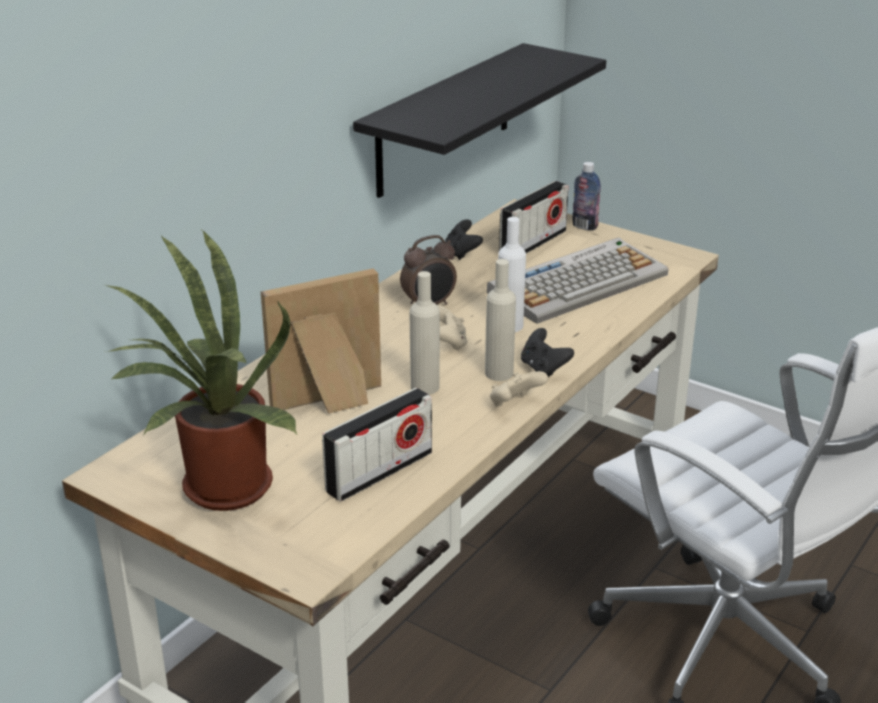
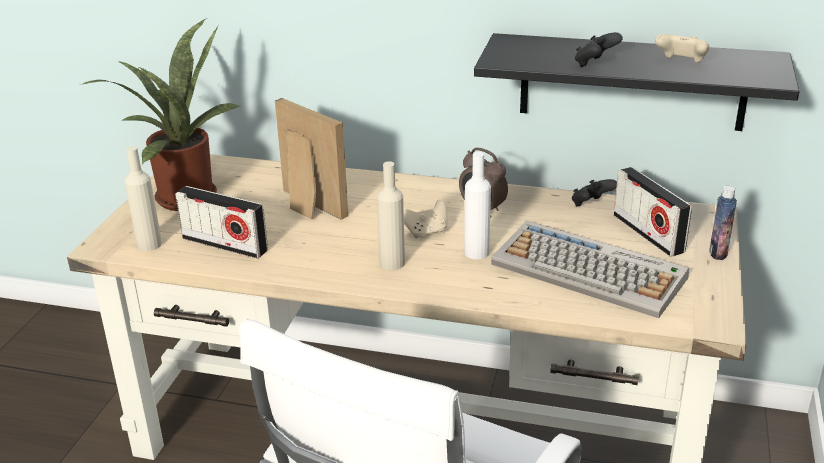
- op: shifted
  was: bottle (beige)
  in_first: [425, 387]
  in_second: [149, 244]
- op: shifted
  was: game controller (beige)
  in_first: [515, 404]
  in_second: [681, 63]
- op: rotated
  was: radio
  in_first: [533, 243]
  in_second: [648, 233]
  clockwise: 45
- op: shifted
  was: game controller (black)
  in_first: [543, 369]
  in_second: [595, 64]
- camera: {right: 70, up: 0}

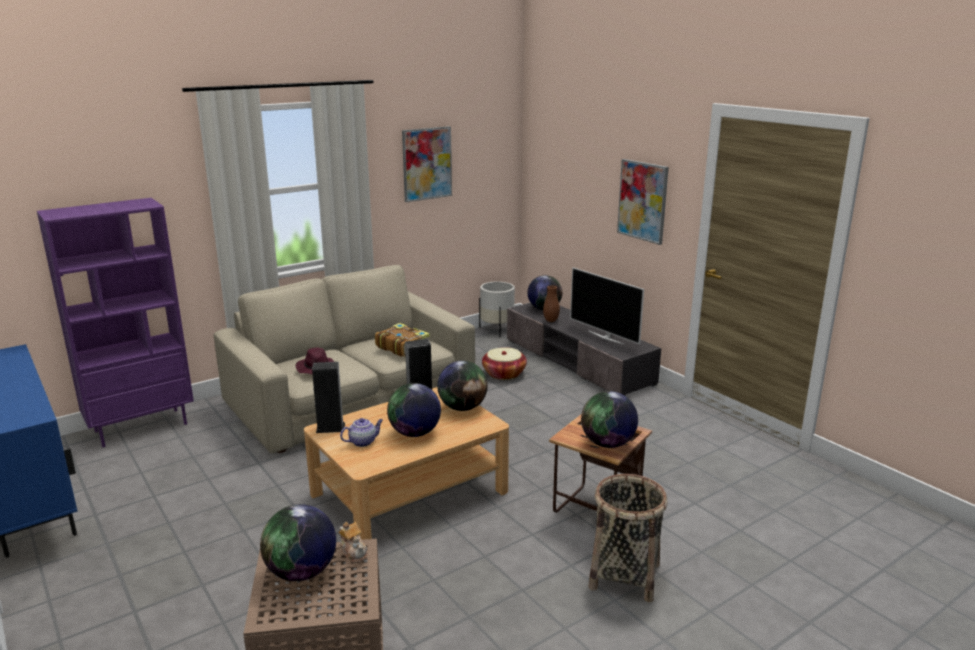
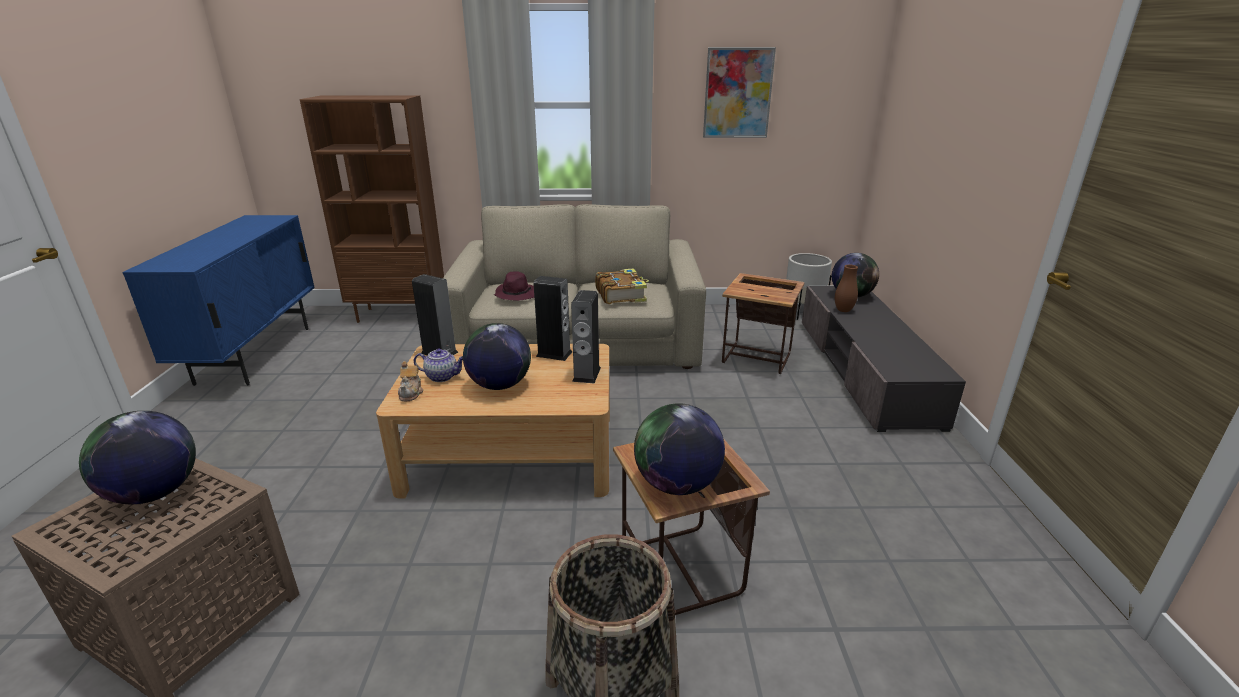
- op: repainted
  was: bookcase (purple)
  now: bookcase (brown)
  in_first: [142, 427]
  in_second: [400, 315]
- op: shifted
  was: teapot
  in_first: [354, 552]
  in_second: [411, 393]
- op: swapped
  was: globe
  now: speaker
  in_first: [462, 408]
  in_second: [586, 374]
- op: swapped
  was: basket
  now: side table
  in_first: [504, 374]
  in_second: [758, 359]
- op: gone
  was: television
  in_first: [605, 337]
- op: gone
  was: picture
  in_first: [642, 201]
- camera: {right: 35, up: 5}

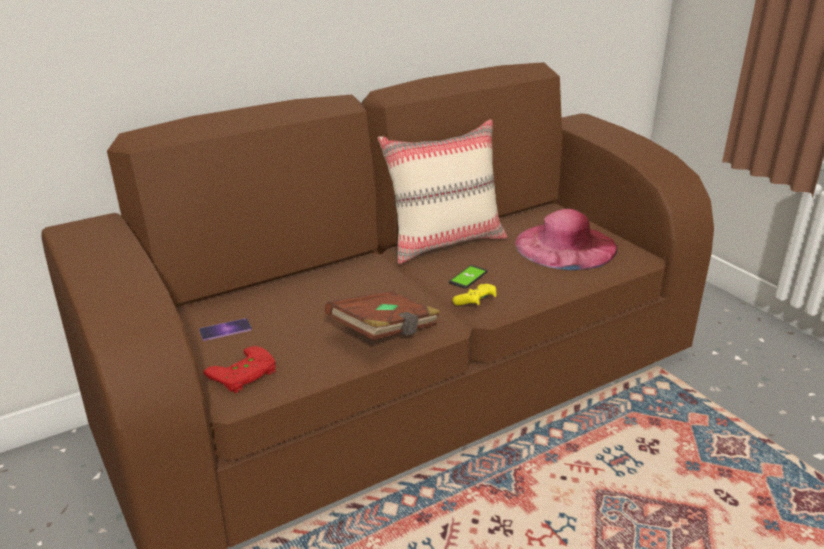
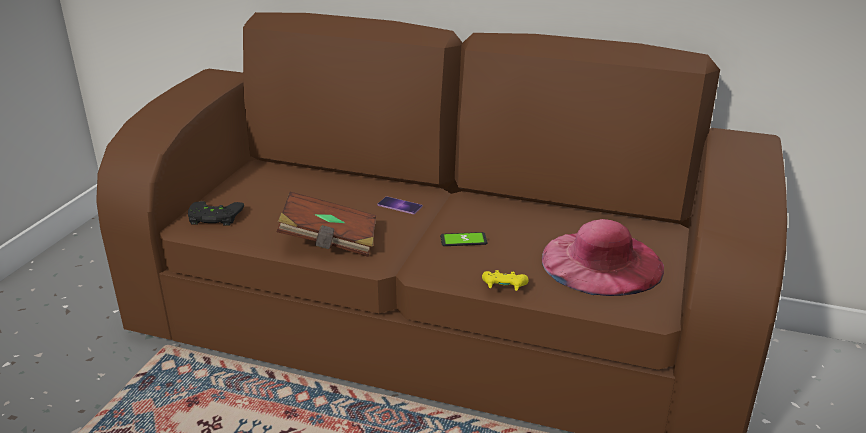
- op: shifted
  was: phone
  in_first: [225, 330]
  in_second: [400, 205]
- op: repainted
  was: game controller (red)
  now: game controller (black)
  in_first: [244, 375]
  in_second: [214, 218]
- op: gone
  was: pillow (beige)
  in_first: [445, 242]
- op: shifted
  was: game controller (yellow)
  in_first: [476, 302]
  in_second: [504, 288]
- camera: {right: 50, up: 0}

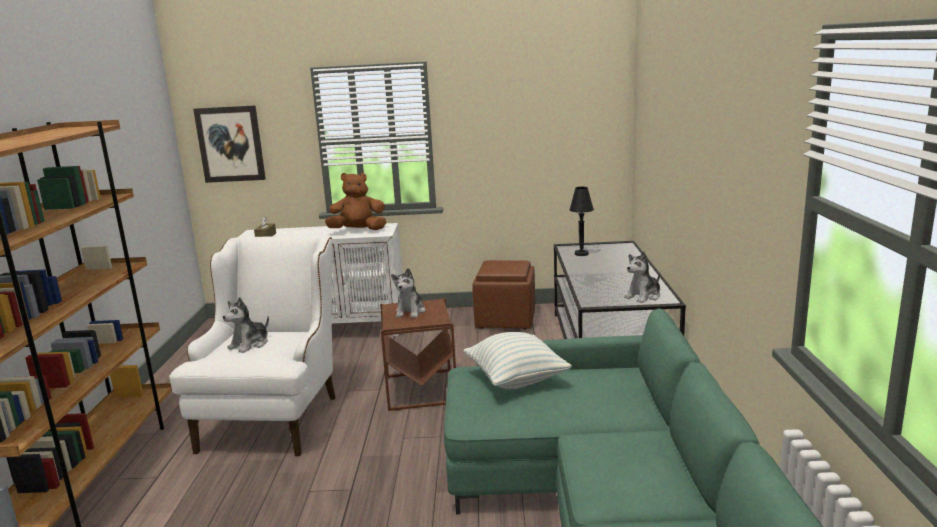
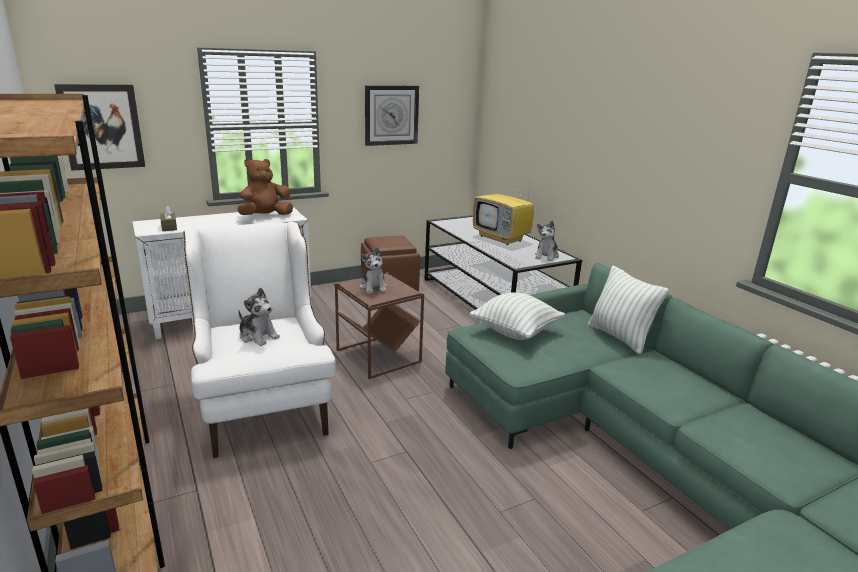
- op: rotated
  was: plush toy
  in_first: [250, 344]
  in_second: [258, 336]
  clockwise: -60
- op: gone
  was: table lamp (black)
  in_first: [581, 254]
- op: new
  now: wall clock
  in_second: [391, 115]
- op: new
  now: television
  in_second: [502, 239]
- op: new
  now: pillow
  in_second: [619, 337]
- camera: {right: -30, up: 5}

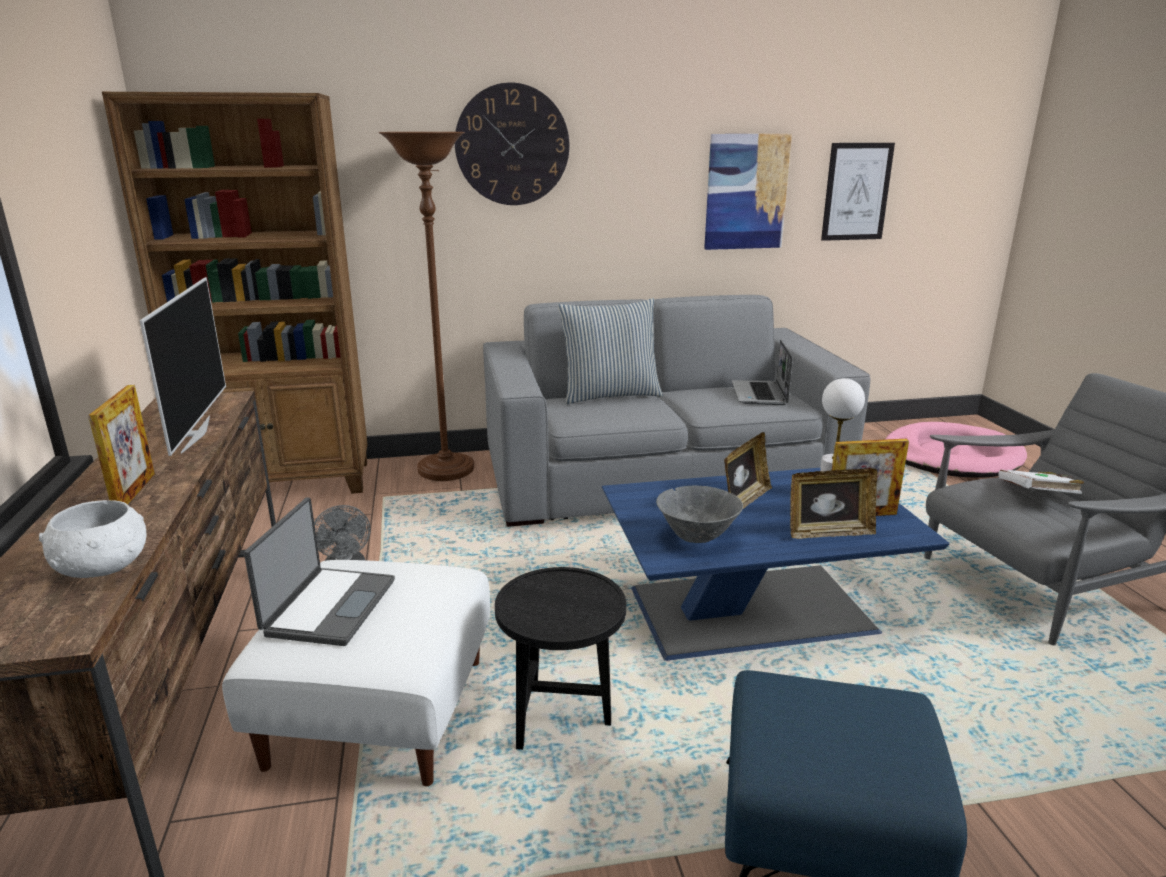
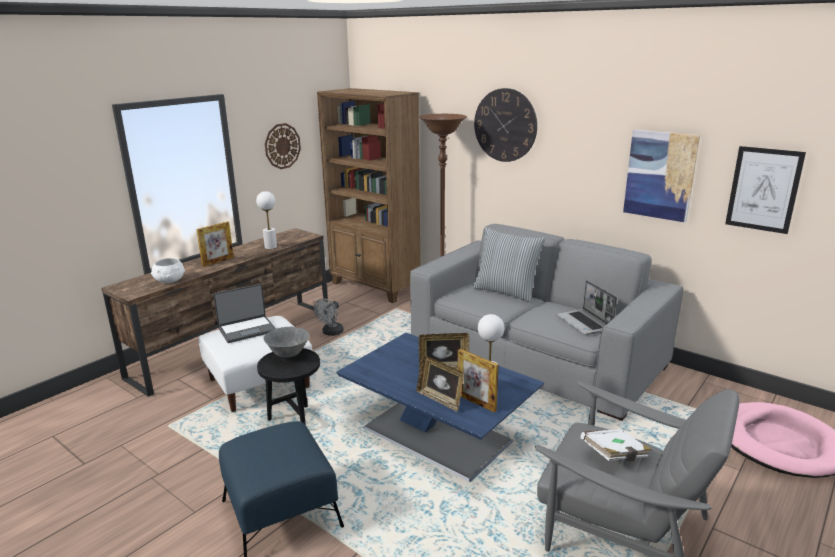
- op: swapped
  was: television
  now: table lamp (white)
  in_first: [194, 434]
  in_second: [270, 247]
- op: shifted
  was: bowl (grey)
  in_first: [696, 538]
  in_second: [288, 355]
- op: rotated
  was: laptop
  in_first: [760, 394]
  in_second: [585, 323]
  clockwise: -75
- op: new
  now: wall clock
  in_second: [282, 146]
- camera: {right: 50, up: 0}

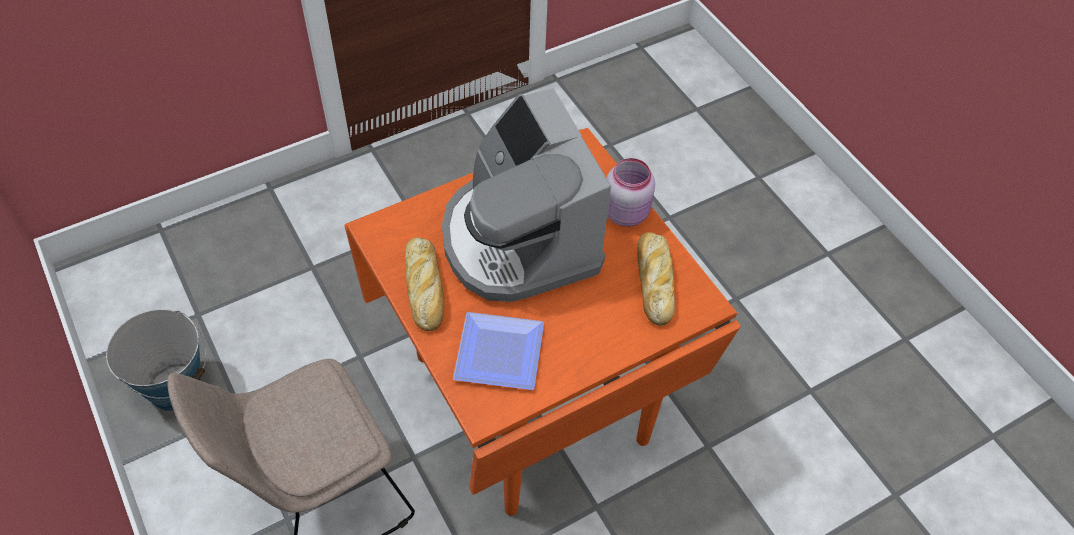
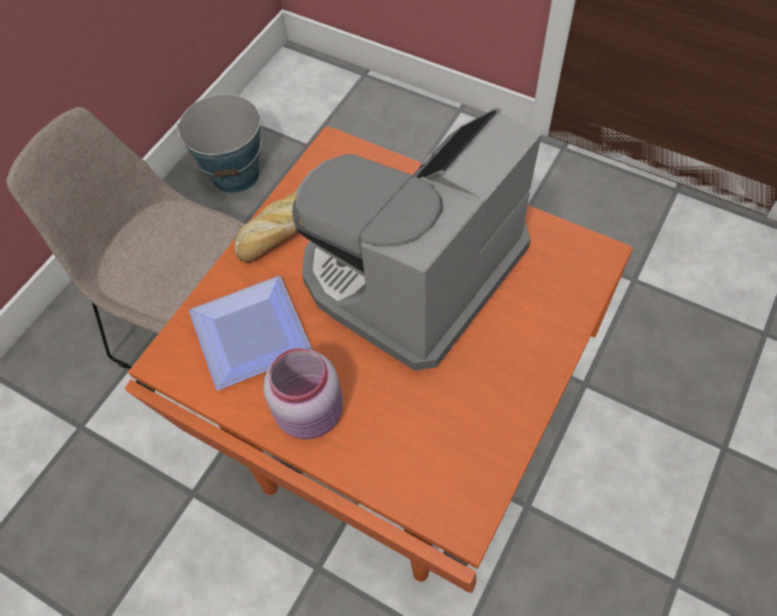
- op: shifted
  was: jar (pink)
  in_first: [626, 212]
  in_second: [312, 413]
- op: gone
  was: bread
  in_first: [654, 280]
- camera: {right: 65, up: 5}

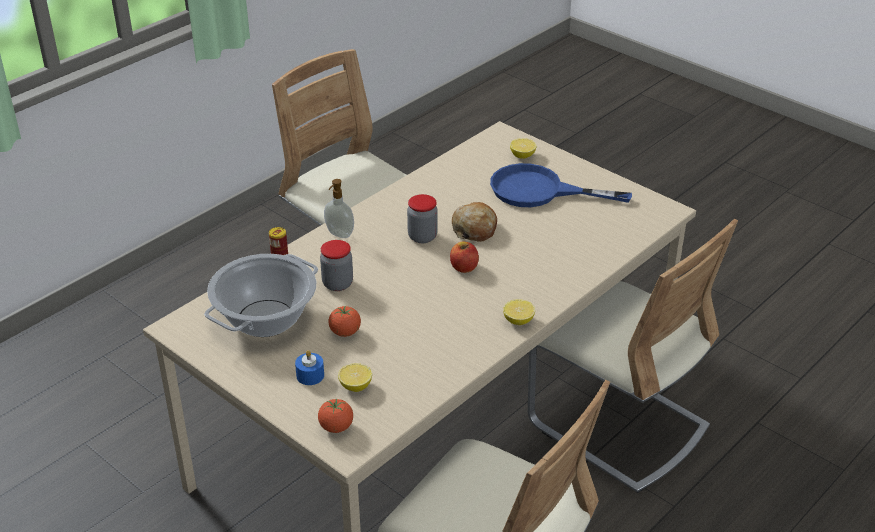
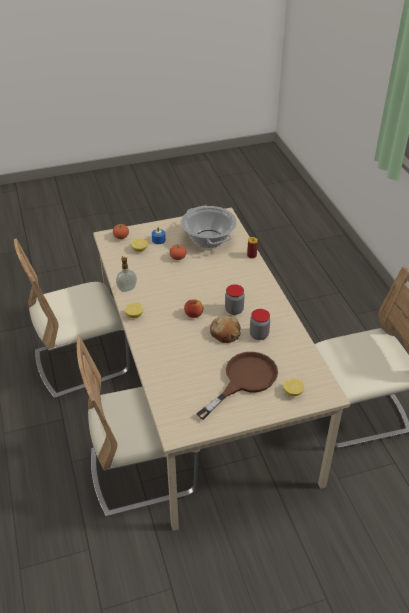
- op: shifted
  was: jar
  in_first: [337, 284]
  in_second: [259, 335]
- op: shifted
  was: soap dispenser
  in_first: [339, 234]
  in_second: [127, 288]
- op: repainted
  was: frying pan (blue)
  now: frying pan (brown)
  in_first: [539, 191]
  in_second: [244, 380]
- camera: {right: 120, up: 5}

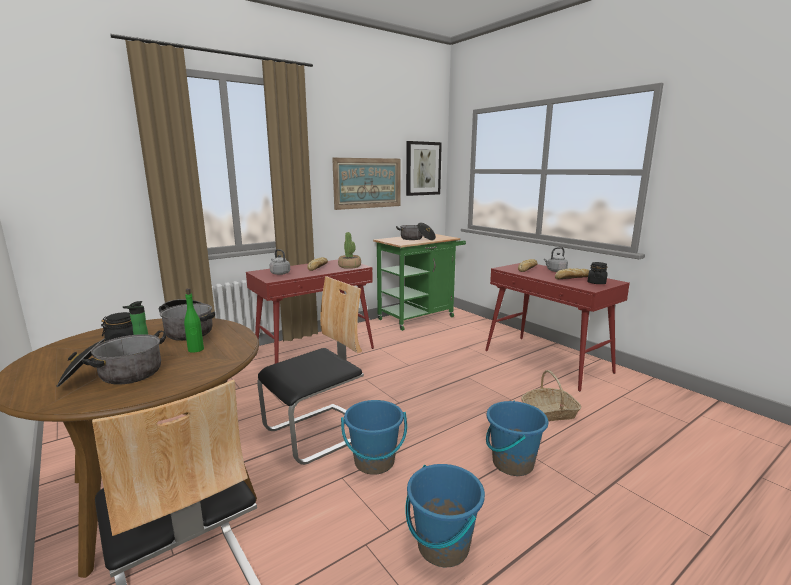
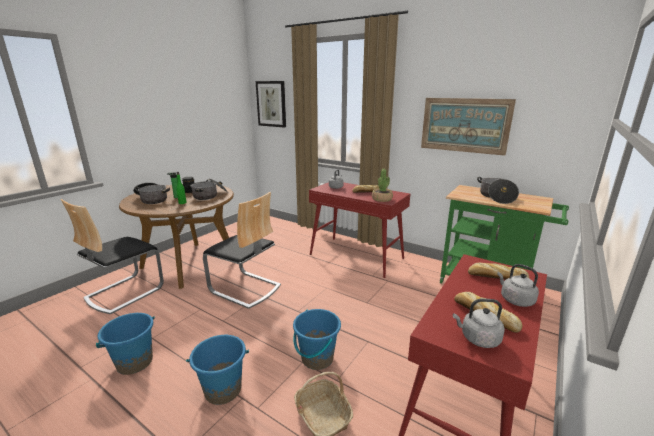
- op: shifted
  was: bucket (blue)
  in_first: [374, 462]
  in_second: [317, 358]
- op: shifted
  was: picture
  in_first: [423, 168]
  in_second: [271, 104]
- op: swapped
  was: jar (black)
  now: kettle (grey)
  in_first: [596, 283]
  in_second: [478, 339]
- camera: {right: 70, up: 5}

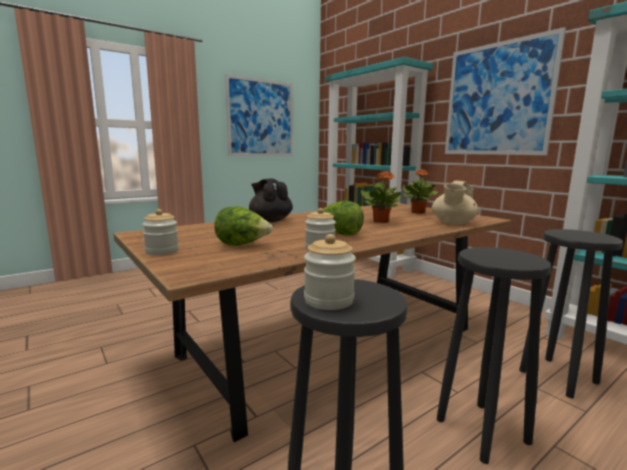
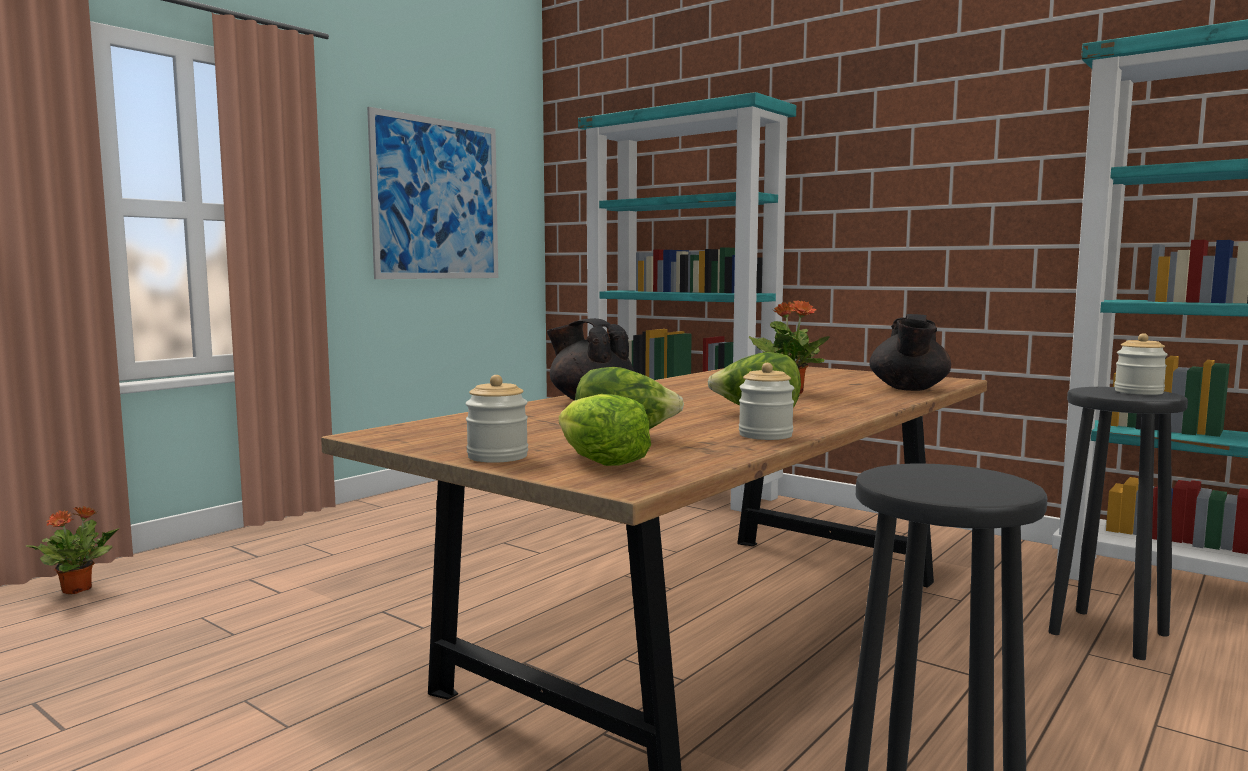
- op: shifted
  was: jar
  in_first: [328, 300]
  in_second: [1138, 392]
- op: shifted
  was: potted plant
  in_first: [418, 212]
  in_second: [78, 589]
- op: repainted
  was: teapot (beige)
  now: teapot (black)
  in_first: [453, 223]
  in_second: [909, 389]
- op: gone
  was: stool (black)
  in_first: [481, 431]
- op: gone
  was: picture
  in_first: [497, 99]
- op: new
  now: lettuce
  in_second: [601, 461]
- camera: {right: -15, up: -5}

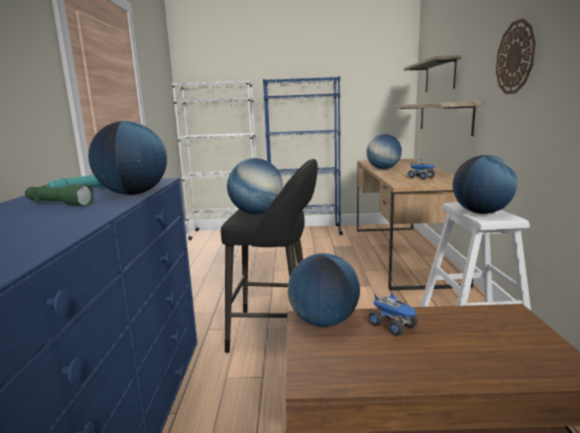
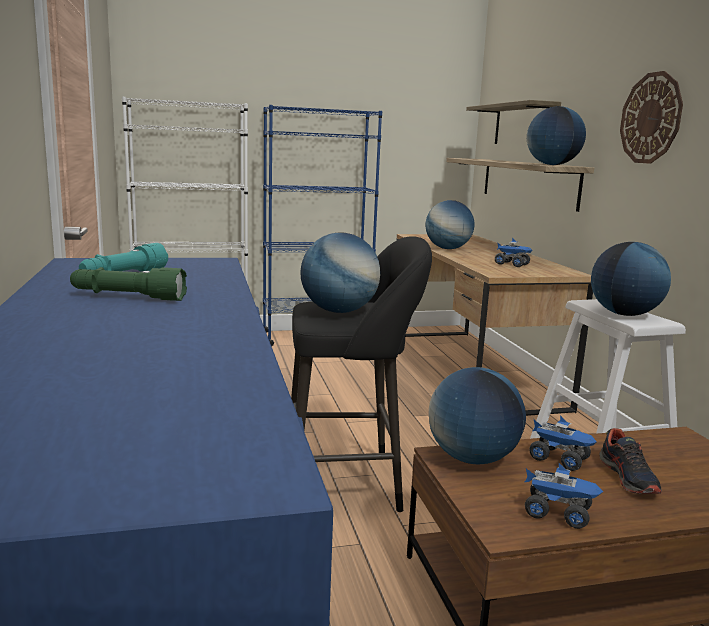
- op: shifted
  was: globe
  in_first: [133, 194]
  in_second: [552, 165]
- op: new
  now: toy truck
  in_second: [558, 513]
- op: new
  now: shoe
  in_second: [628, 477]
- camera: {right: -15, up: 0}

